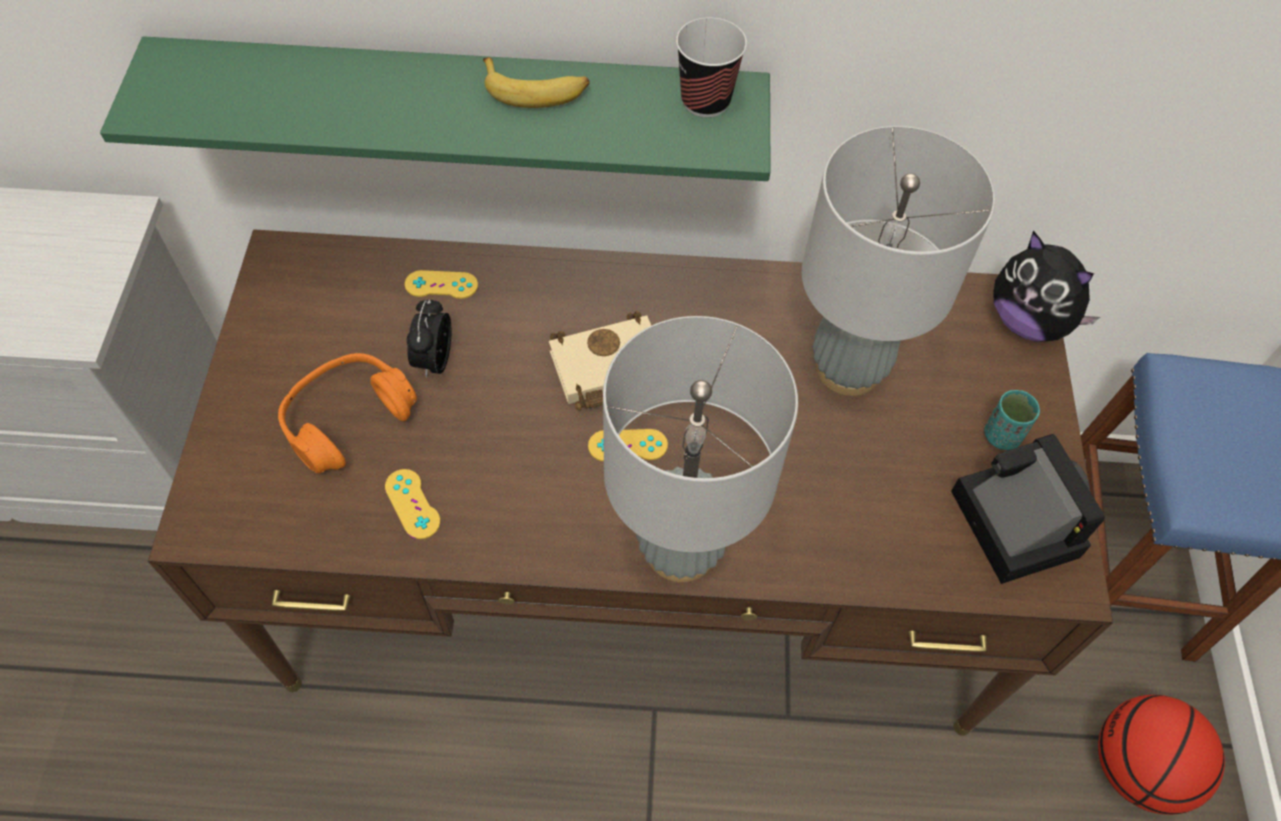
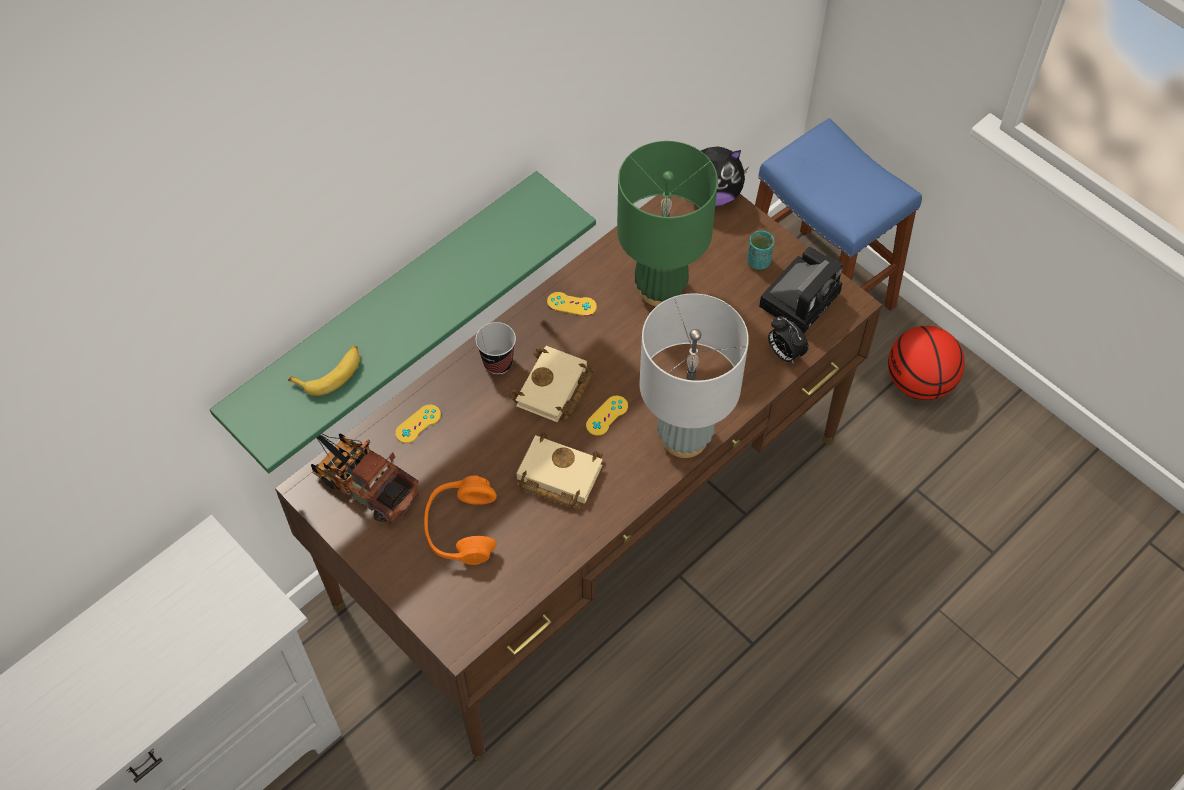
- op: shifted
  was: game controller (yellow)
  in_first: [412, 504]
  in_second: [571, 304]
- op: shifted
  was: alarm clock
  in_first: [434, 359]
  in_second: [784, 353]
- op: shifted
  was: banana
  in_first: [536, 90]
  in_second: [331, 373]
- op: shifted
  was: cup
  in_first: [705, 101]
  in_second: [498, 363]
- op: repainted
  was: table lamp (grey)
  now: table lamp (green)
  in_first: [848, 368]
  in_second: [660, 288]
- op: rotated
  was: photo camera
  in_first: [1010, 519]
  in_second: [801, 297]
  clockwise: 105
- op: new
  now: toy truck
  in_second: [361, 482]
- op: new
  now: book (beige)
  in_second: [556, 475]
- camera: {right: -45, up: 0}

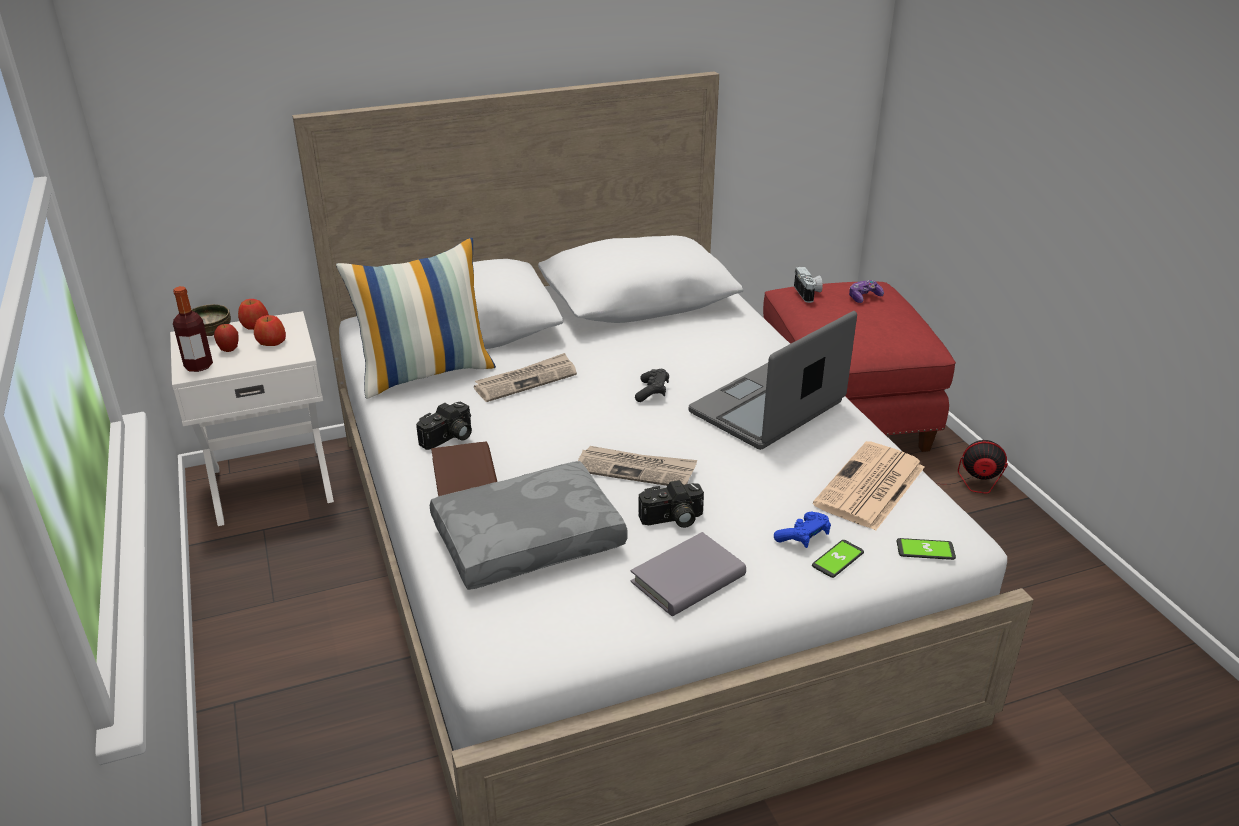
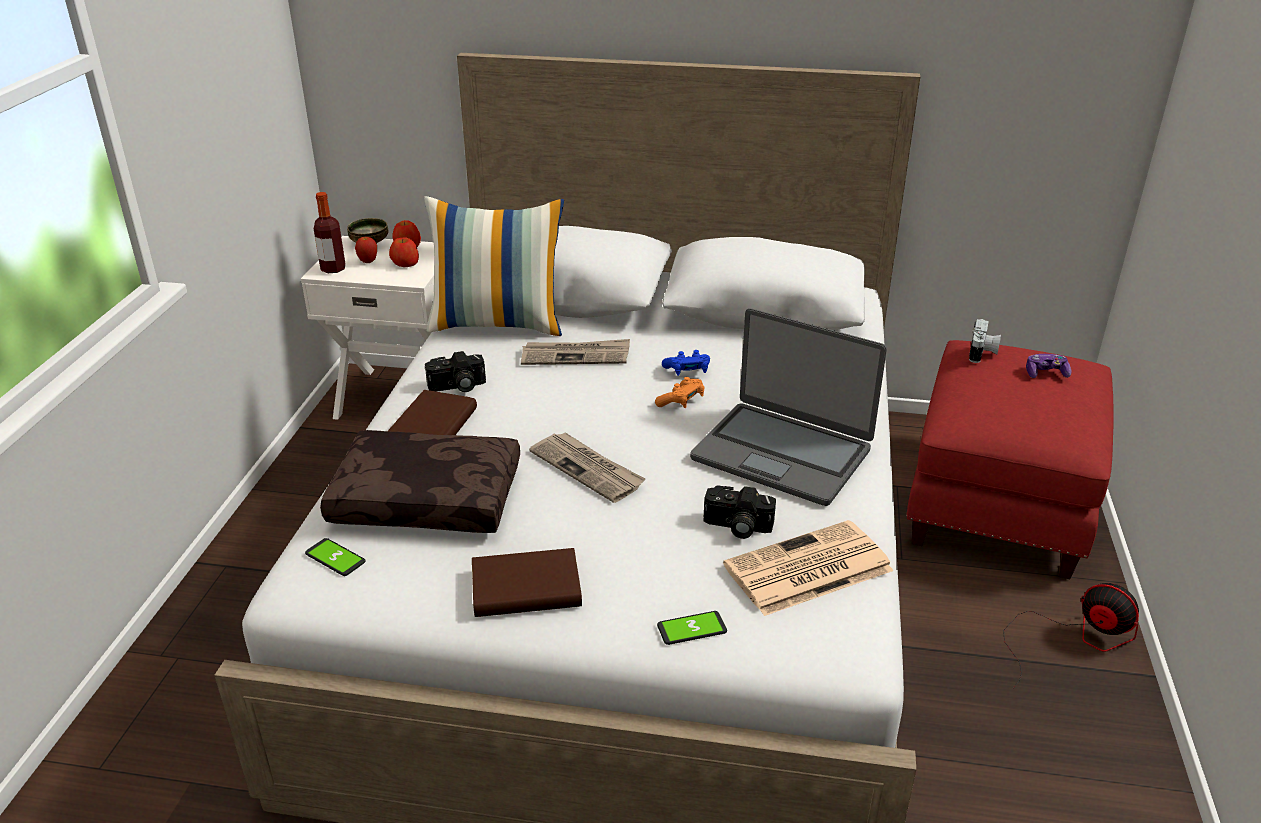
- op: repainted
  was: pillow (grey)
  now: pillow (brown)
  in_first: [528, 538]
  in_second: [429, 497]
- op: repainted
  was: book (grey)
  now: book (brown)
  in_first: [688, 579]
  in_second: [526, 589]
- op: repainted
  was: game controller (black)
  now: game controller (orange)
  in_first: [652, 392]
  in_second: [681, 401]
- op: shifted
  was: photo camera
  in_first: [672, 519]
  in_second: [736, 527]
- op: rotated
  was: laptop
  in_first: [768, 408]
  in_second: [782, 453]
  clockwise: -135
- op: shifted
  was: game controller (blue)
  in_first: [803, 537]
  in_second: [688, 371]
- op: shifted
  was: phone
  in_first: [925, 550]
  in_second: [335, 558]
- camera: {right: 30, up: 0}

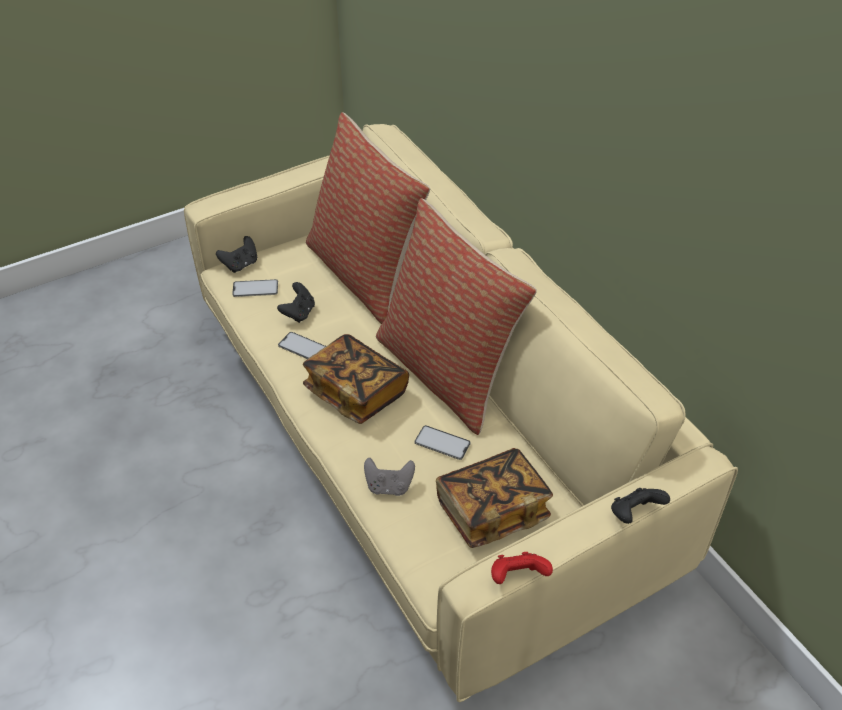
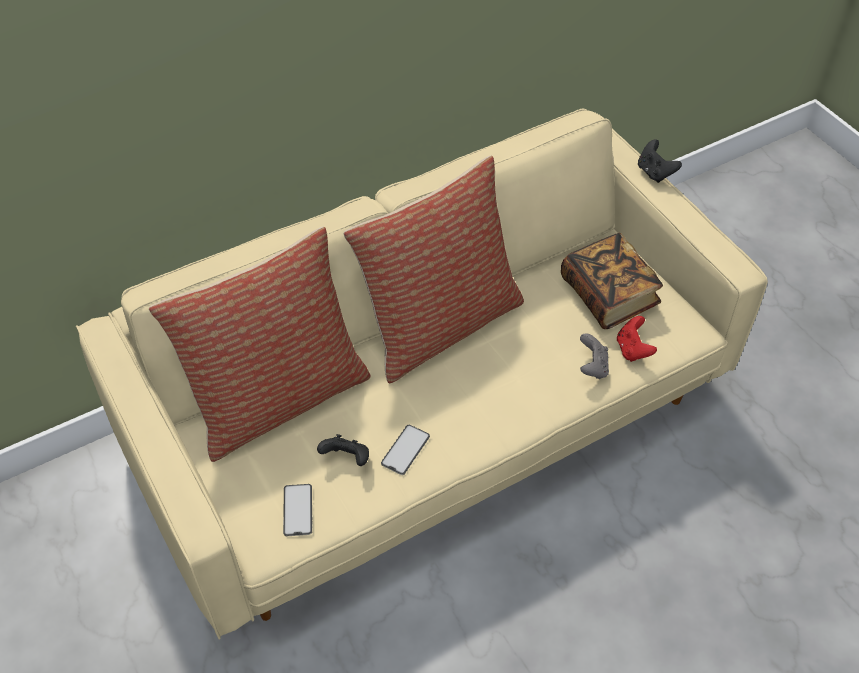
- op: gone
  was: game controller (black)
  in_first: [240, 265]
- op: gone
  was: book
  in_first: [356, 392]
- op: gone
  was: phone
  in_first: [442, 443]
- op: shifted
  was: game controller (red)
  in_first: [517, 577]
  in_second: [632, 349]
- camera: {right: -90, up: 5}

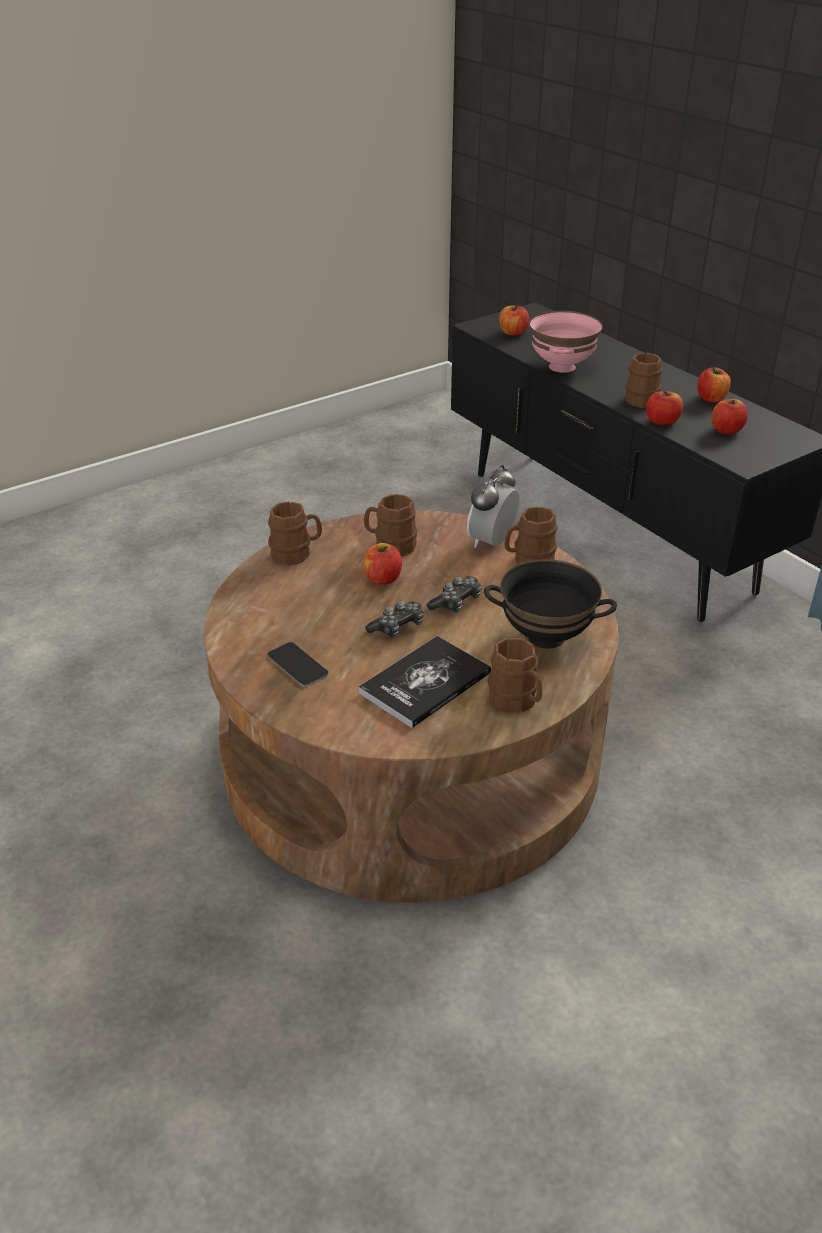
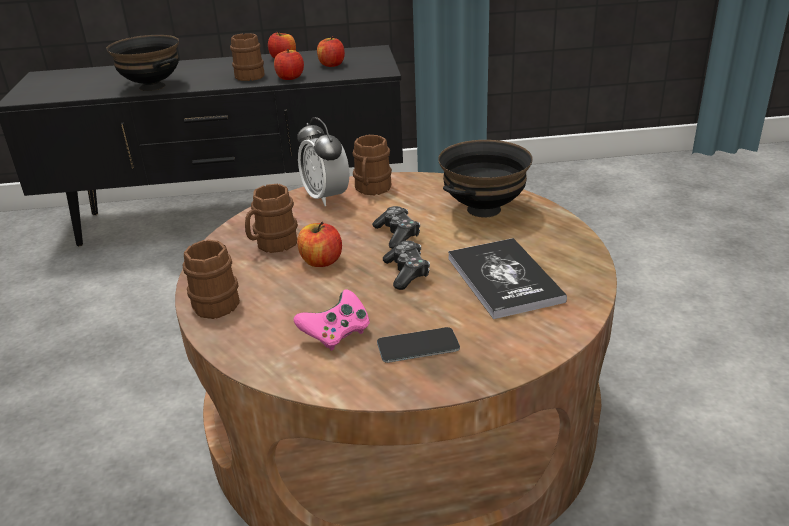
- op: gone
  was: mug (brown)
  in_first: [516, 702]
- op: gone
  was: apple
  in_first: [513, 333]
- op: repainted
  was: bowl (pink)
  now: bowl (black)
  in_first: [563, 367]
  in_second: [153, 86]
- op: new
  now: game controller (pink)
  in_second: [336, 334]
- camera: {right: -60, up: -5}

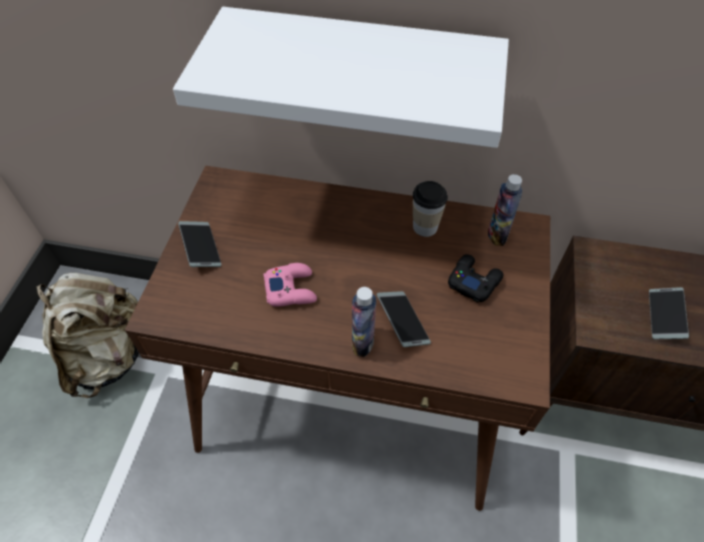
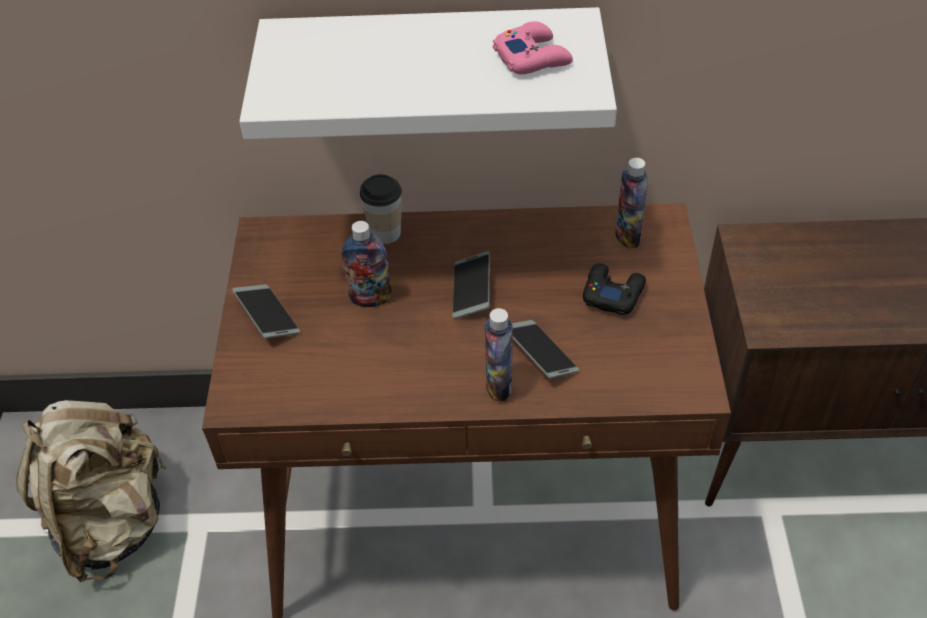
- op: shifted
  was: game controller (pink)
  in_first: [291, 289]
  in_second: [532, 57]
- op: shifted
  was: cup
  in_first: [425, 227]
  in_second: [385, 233]
- op: shifted
  was: phone
  in_first: [664, 316]
  in_second: [471, 290]
- op: new
  now: bottle
  in_second: [370, 298]
- camera: {right: -10, up: -5}

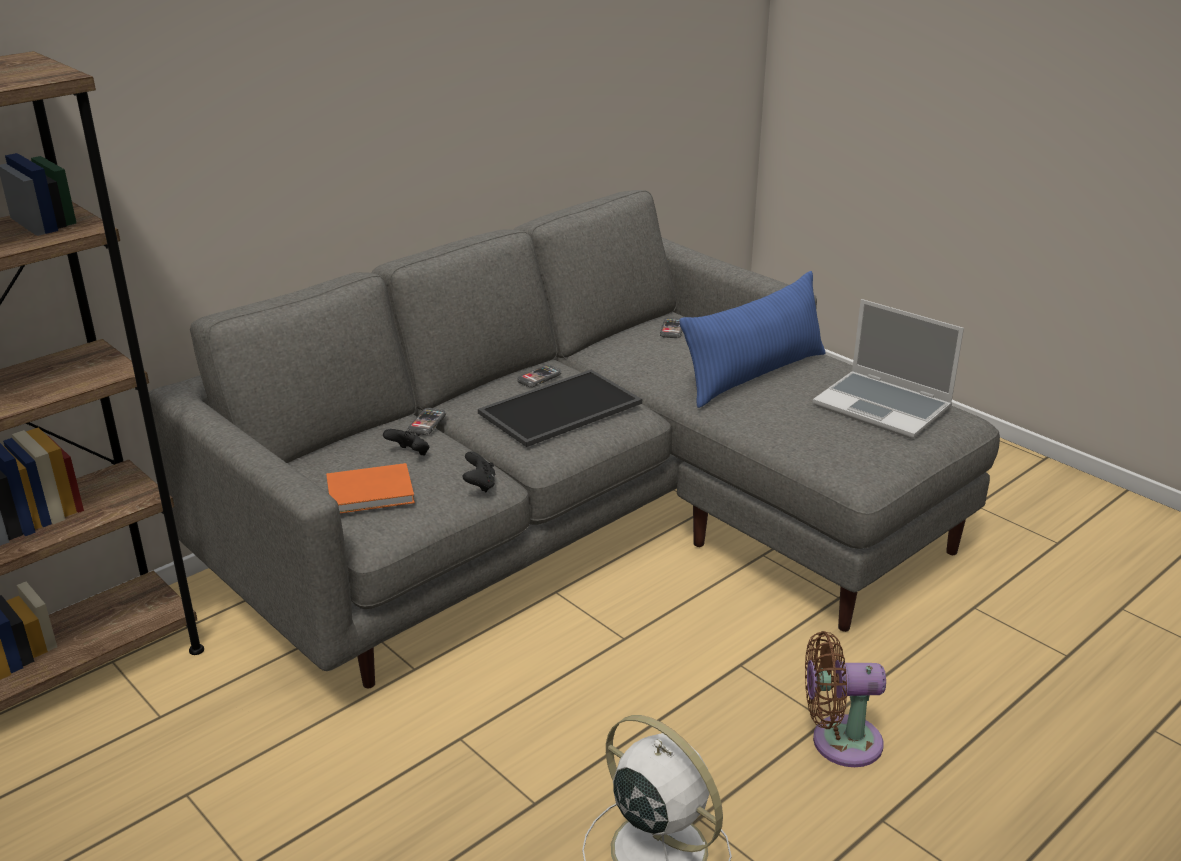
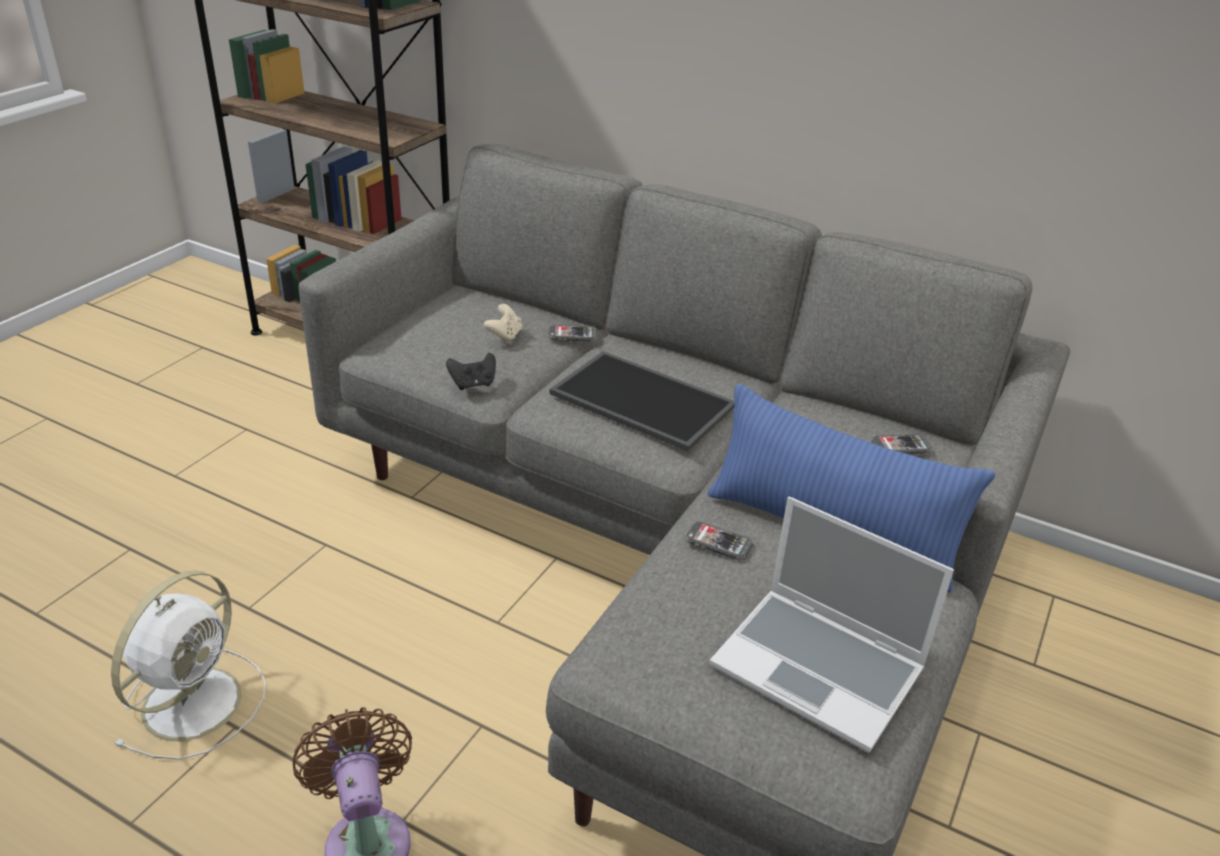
- op: gone
  was: book (orange)
  in_first: [373, 493]
- op: repainted
  was: game controller (black)
  now: game controller (beige)
  in_first: [409, 454]
  in_second: [505, 336]
- op: shifted
  was: phone
  in_first: [539, 377]
  in_second: [718, 543]
- op: rotated
  was: laptop
  in_first: [884, 407]
  in_second: [820, 669]
  clockwise: -75
- camera: {right: 70, up: 5}

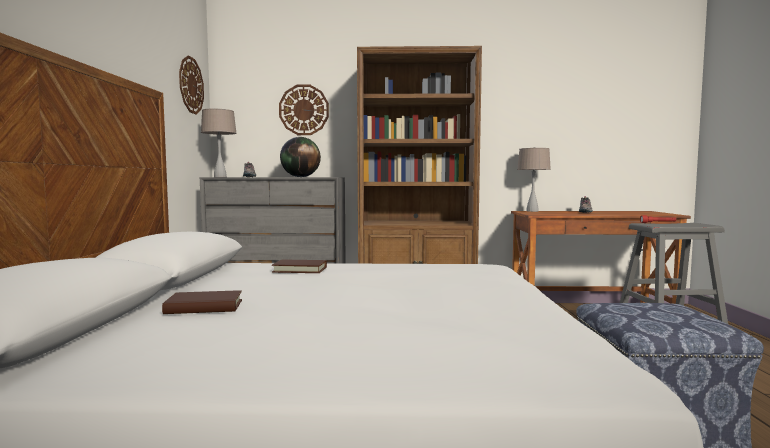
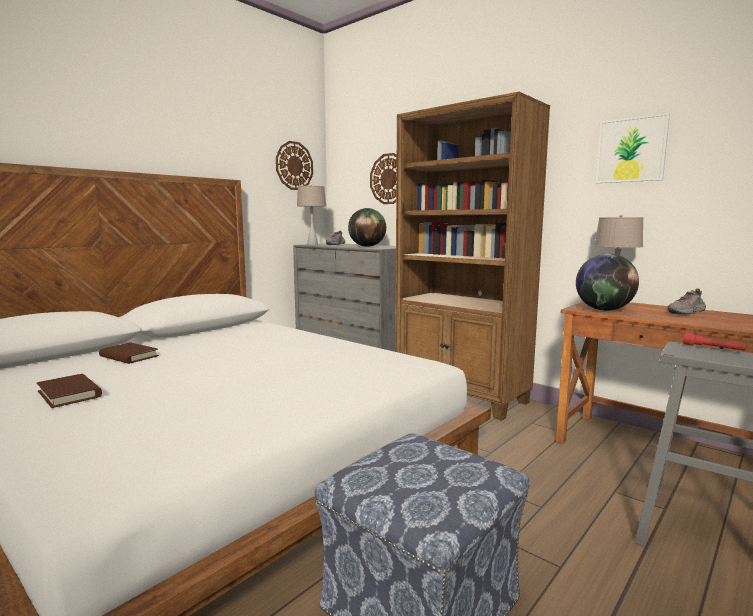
- op: shifted
  was: book (brown)
  in_first: [300, 269]
  in_second: [69, 394]
- op: new
  now: globe
  in_second: [604, 310]
- op: new
  now: picture
  in_second: [631, 150]
- camera: {right: 40, up: 5}

